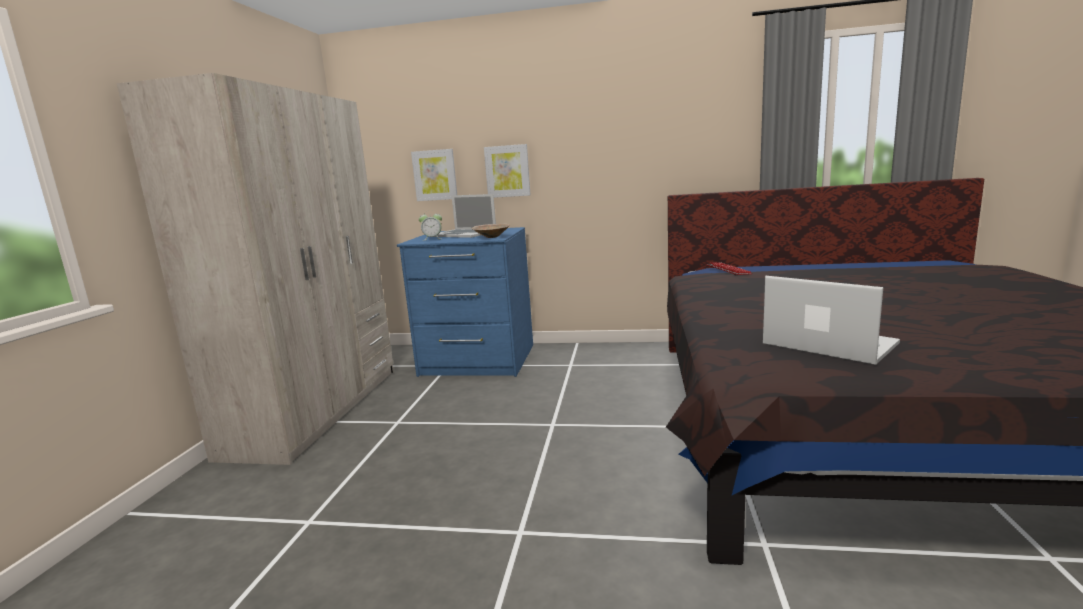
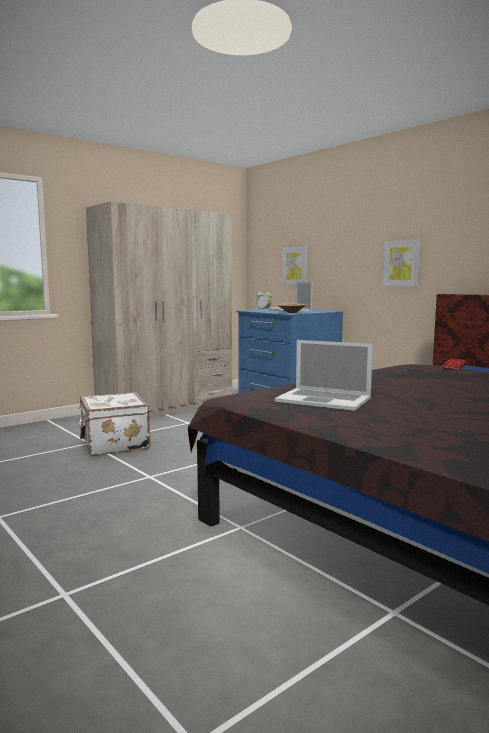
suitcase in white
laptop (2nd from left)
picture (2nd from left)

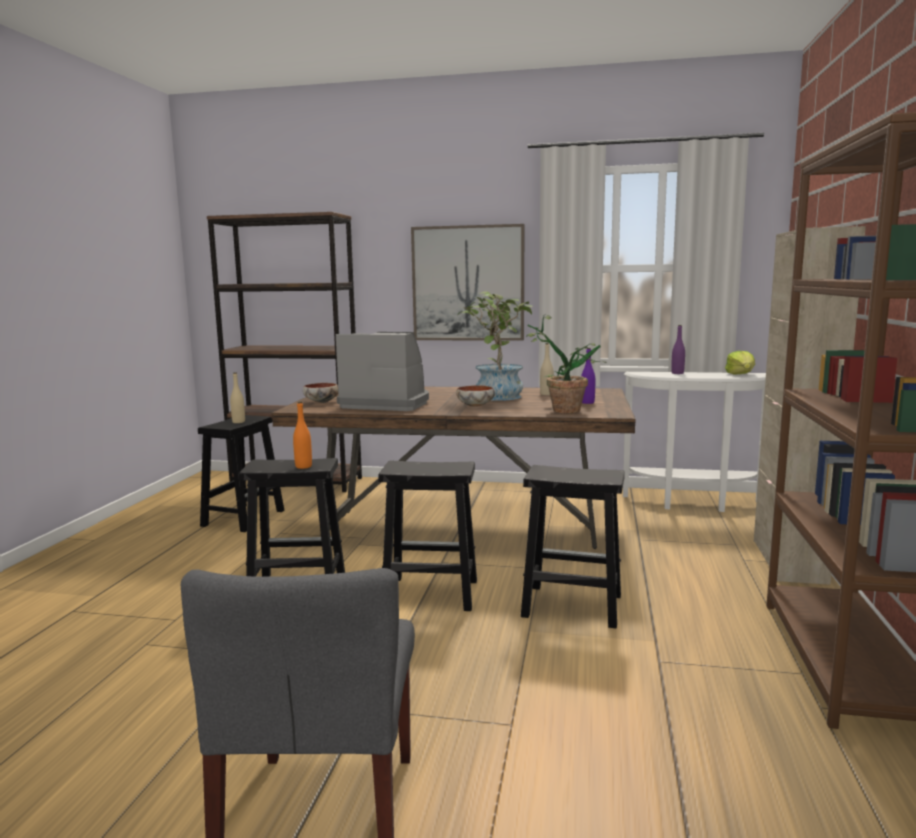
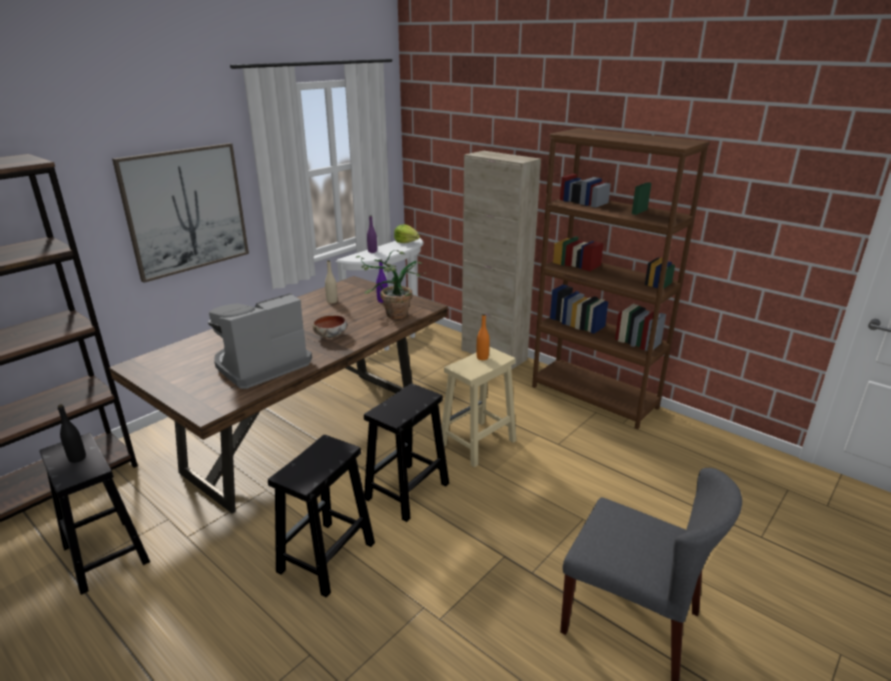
bottle in black
stool in beige
bottle in orange
bowl (1st from left in the first image)
potted plant (1st from left in the first image)

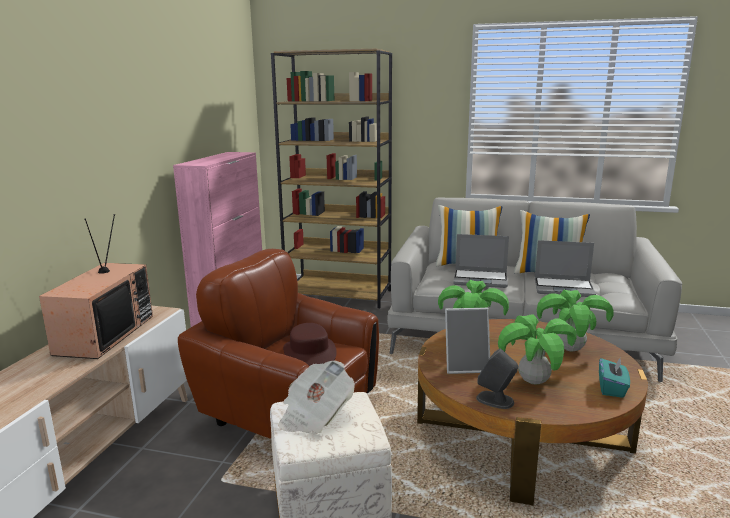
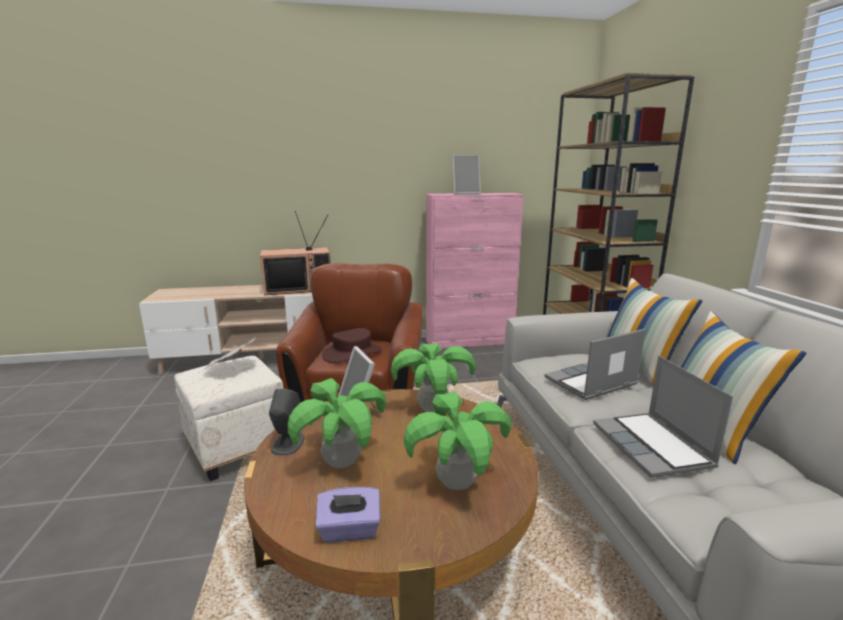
tissue box in purple
picture frame (2nd from left)
laptop (1st from left)

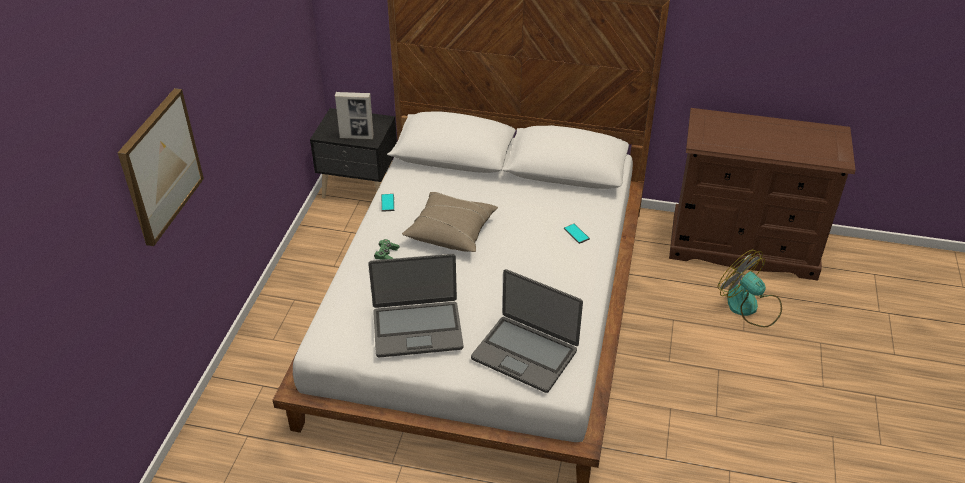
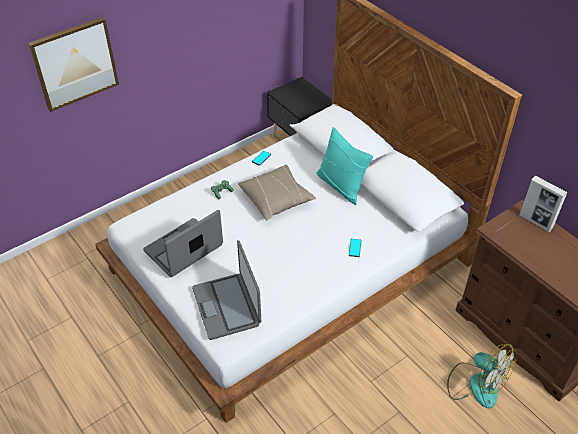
laptop (1st from left)
pillow in turquoise
fan
picture frame

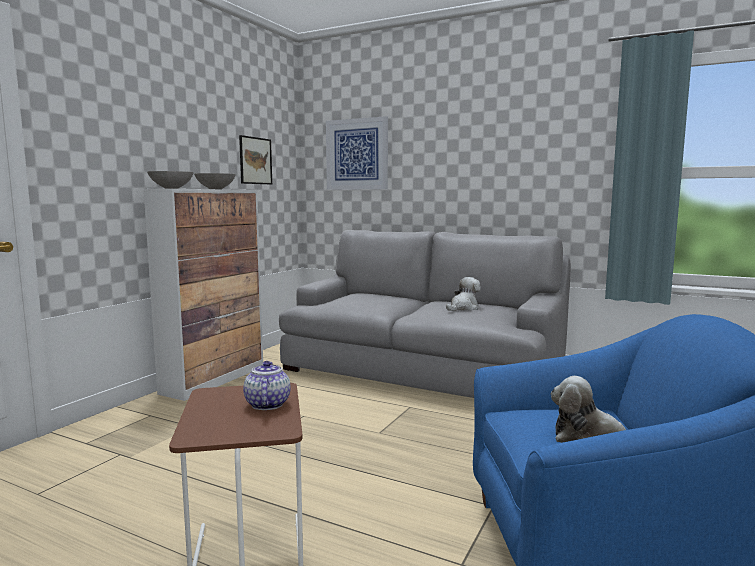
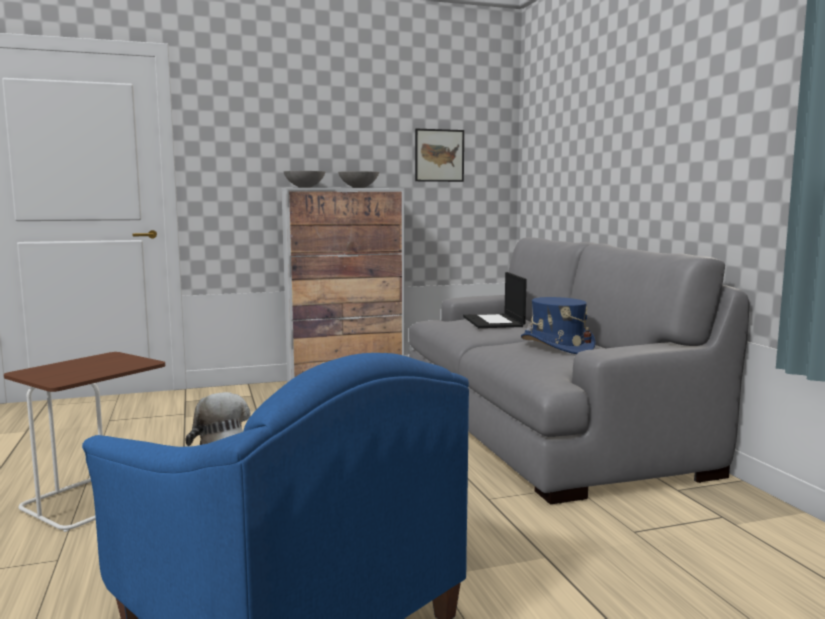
laptop
hat in blue
teapot
picture (2nd from left in the first image)

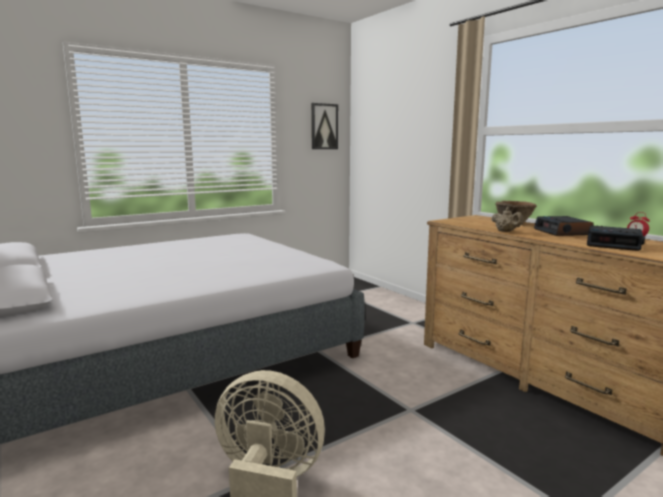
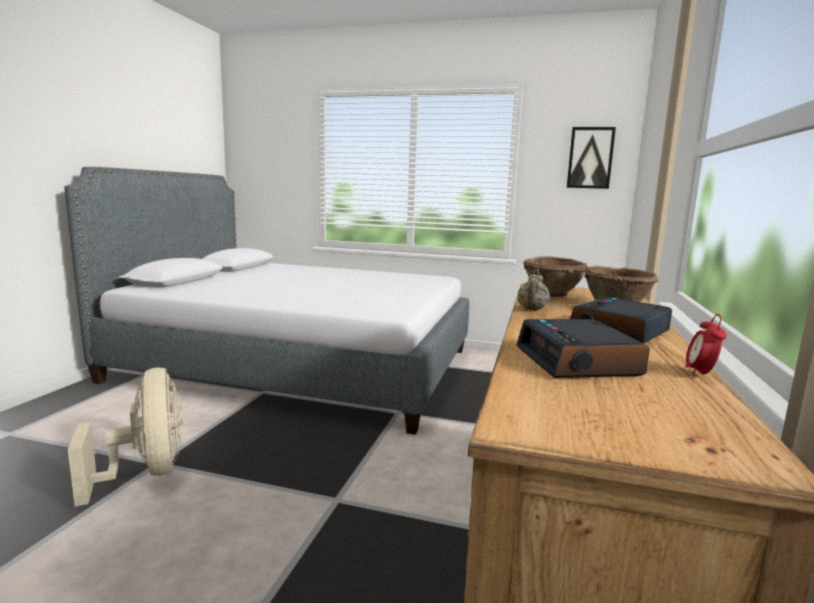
bowl in brown (1st from left)

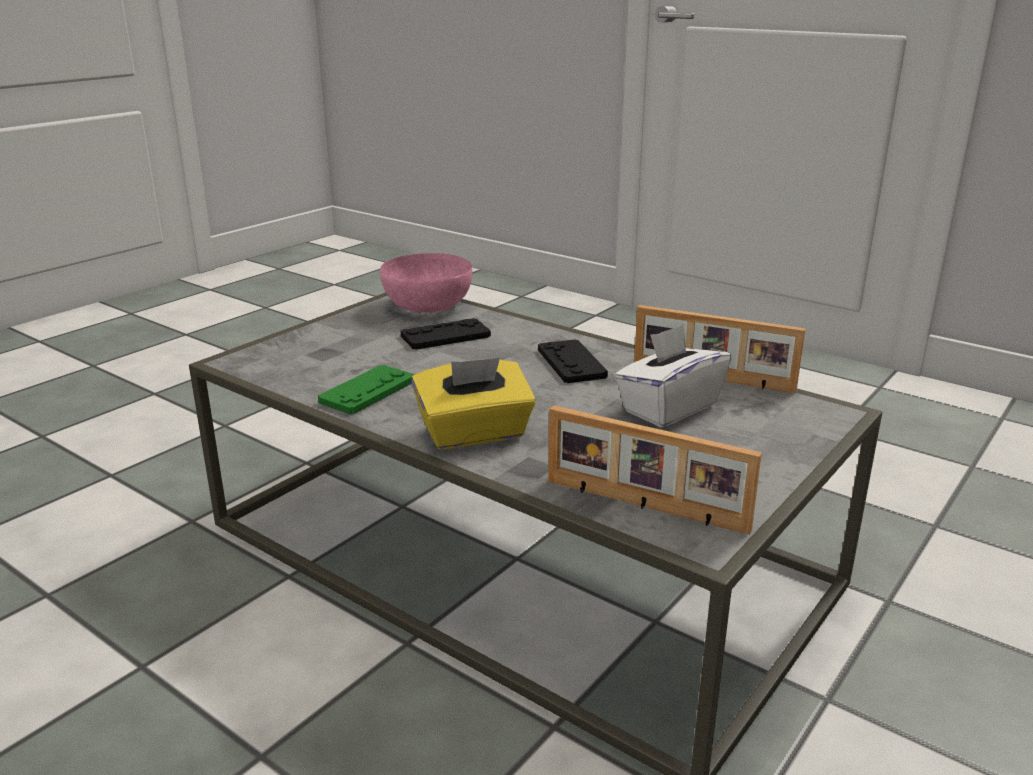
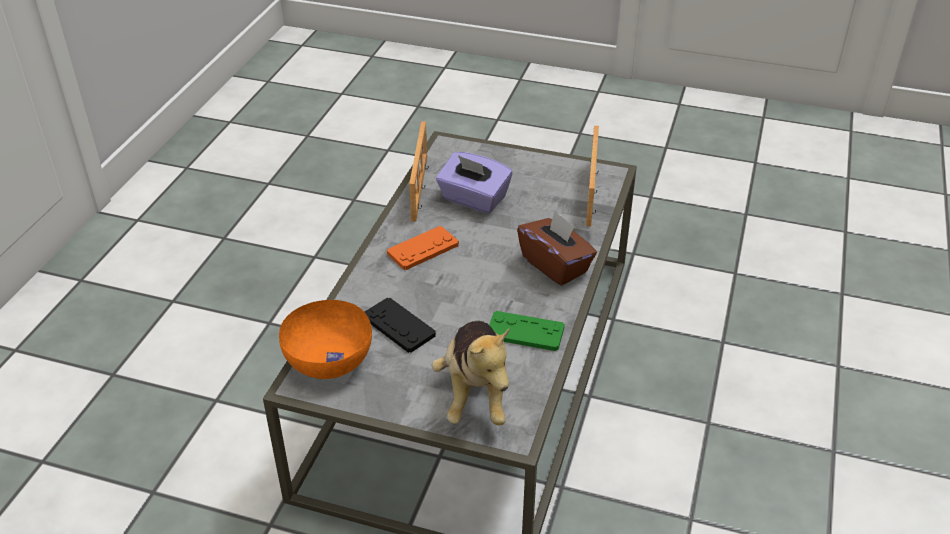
bowl in orange
game controller in orange
plush toy
tissue box in purple
tissue box in brown

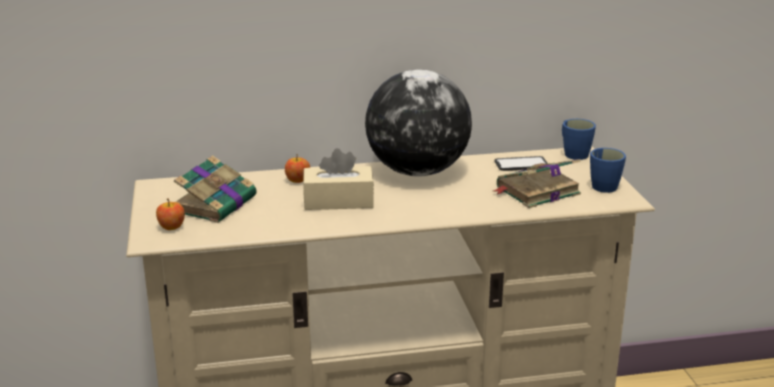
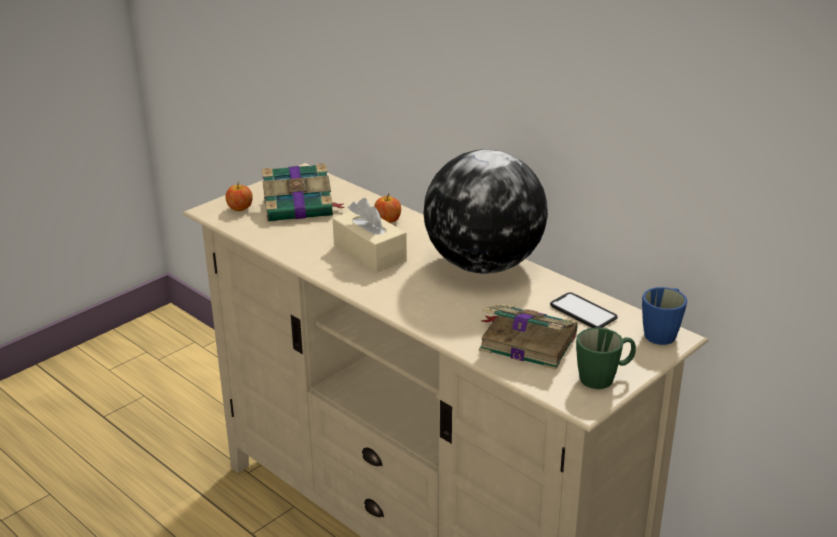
mug in green

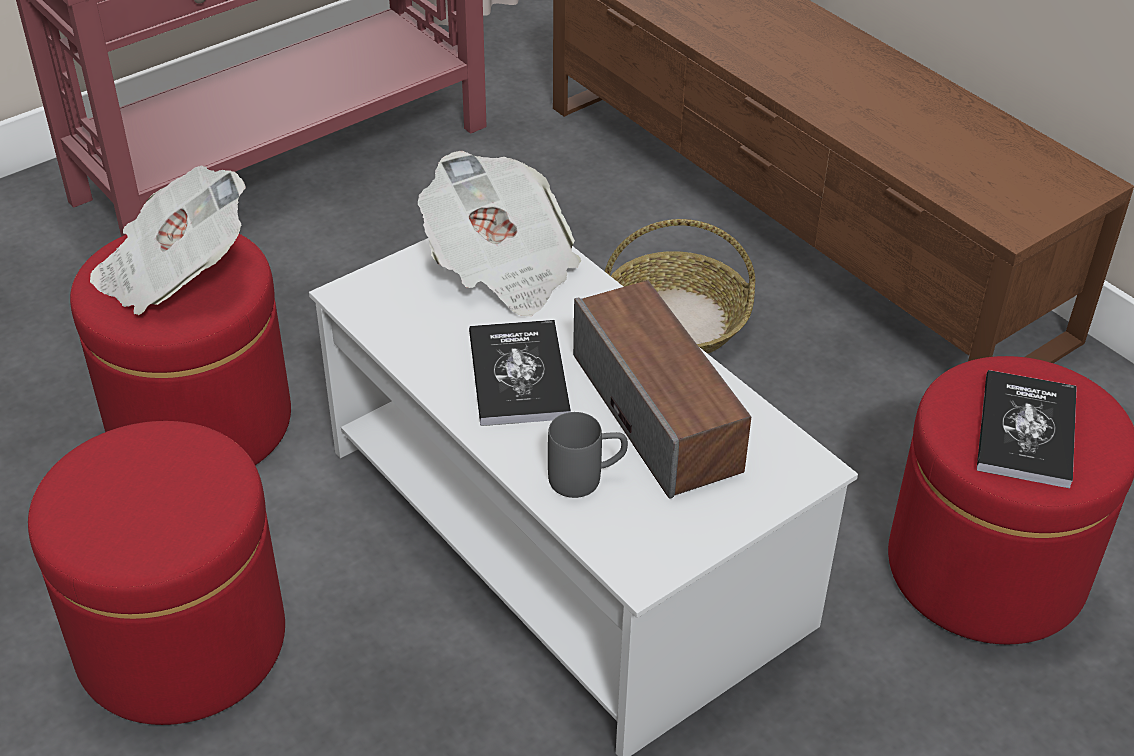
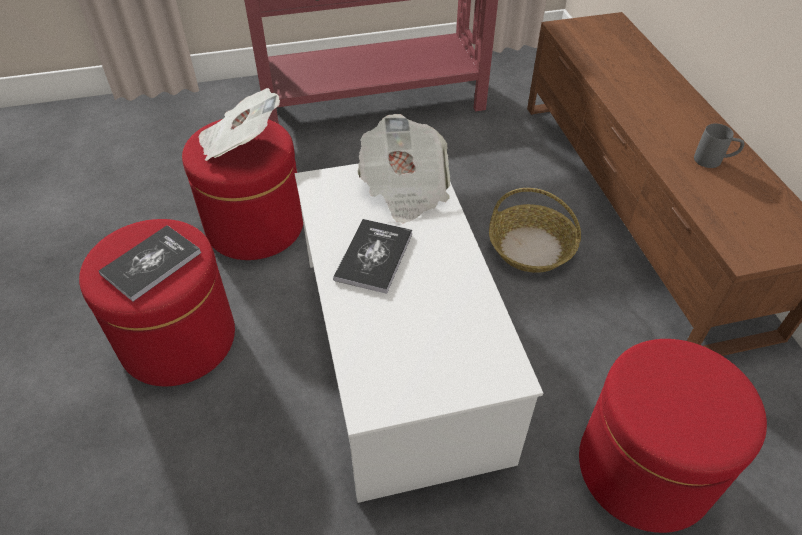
book (1st from left)
mug in grey
speaker

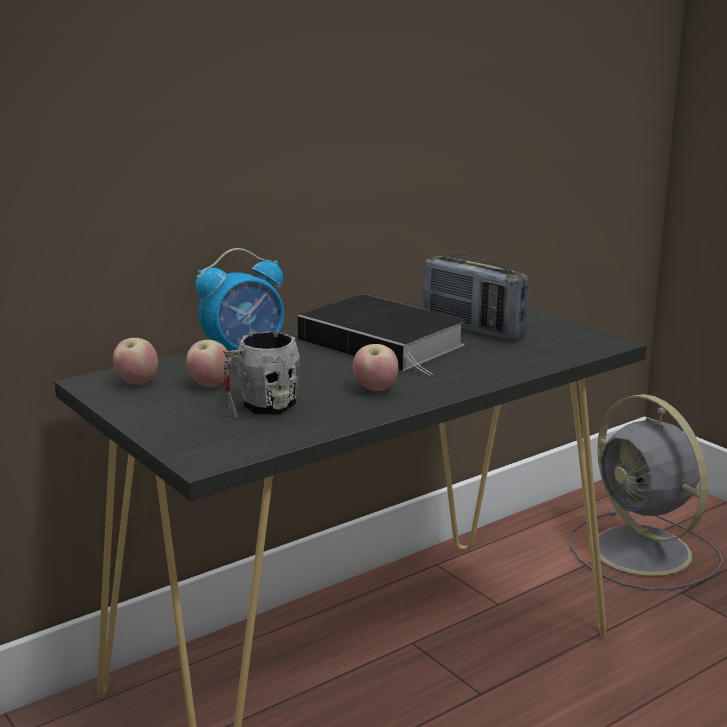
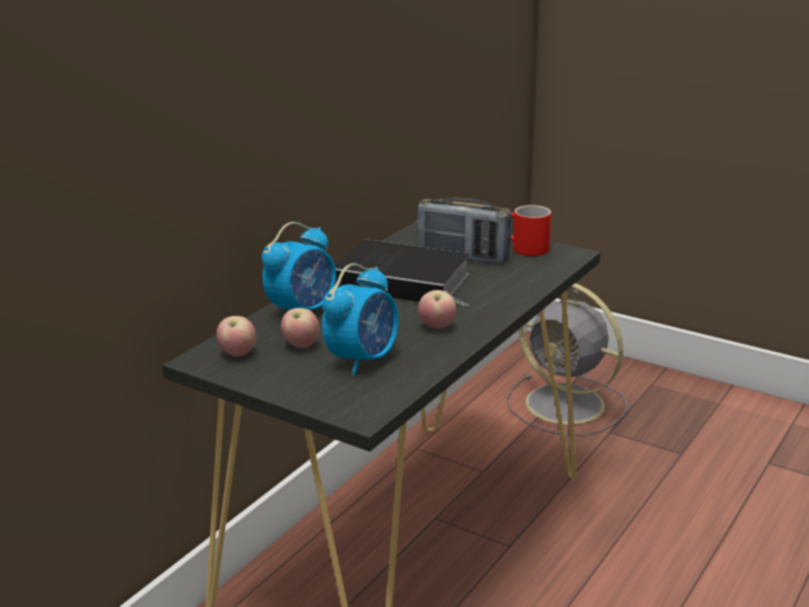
alarm clock (2nd from left)
mug in red

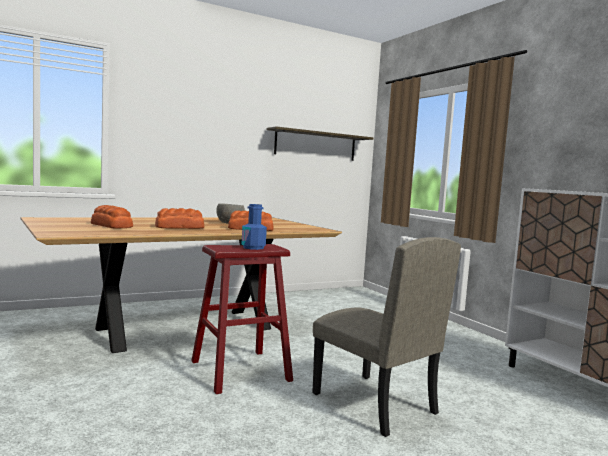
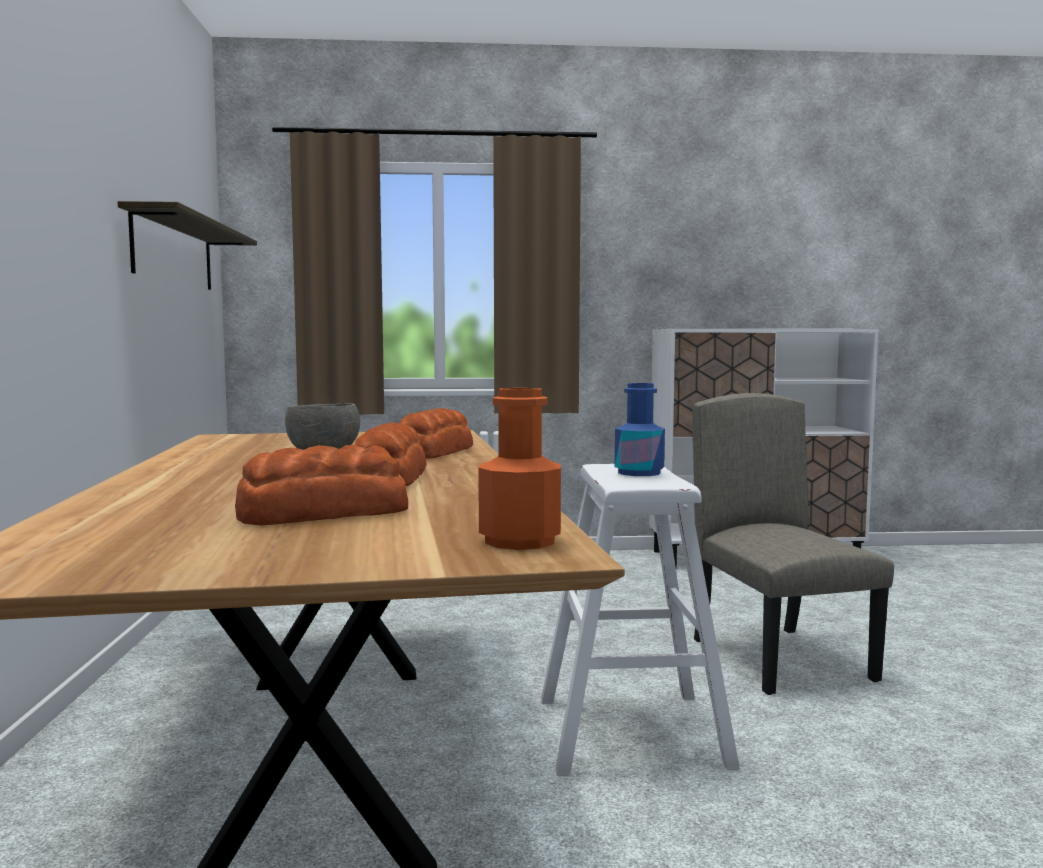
bottle in orange
stool in white
chair in beige

